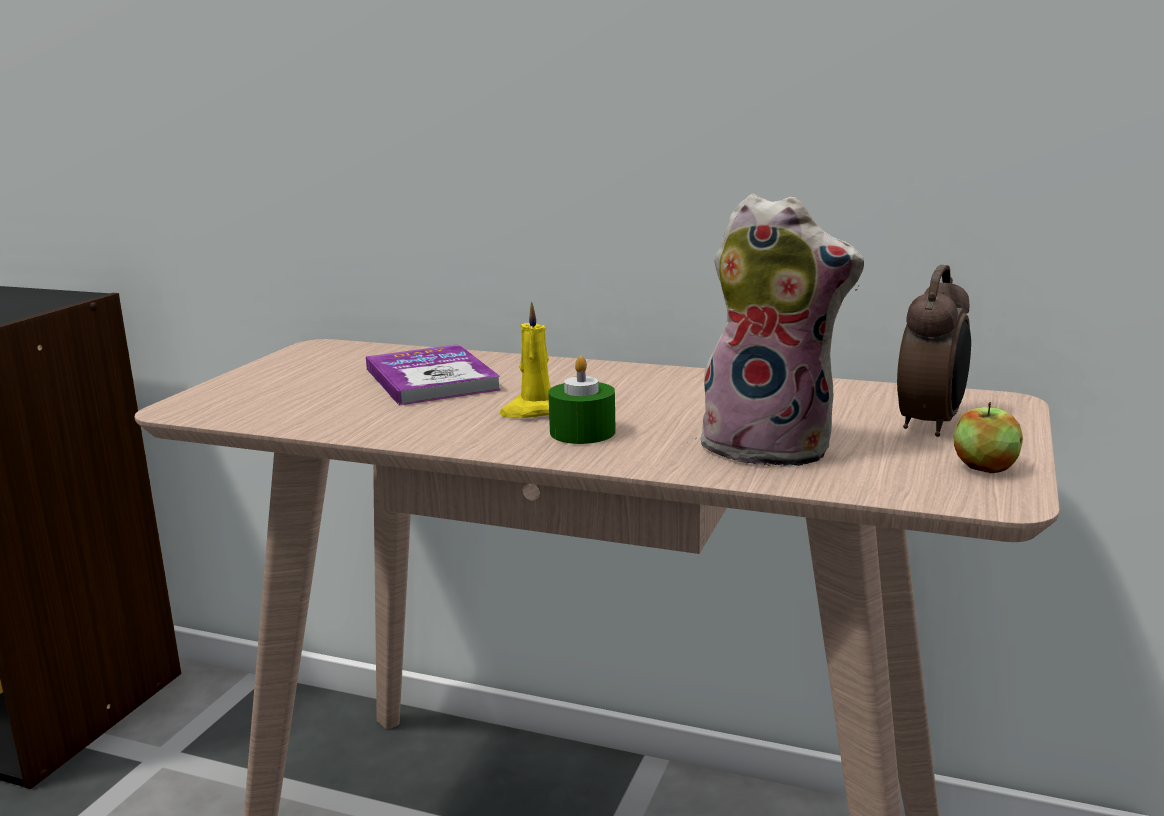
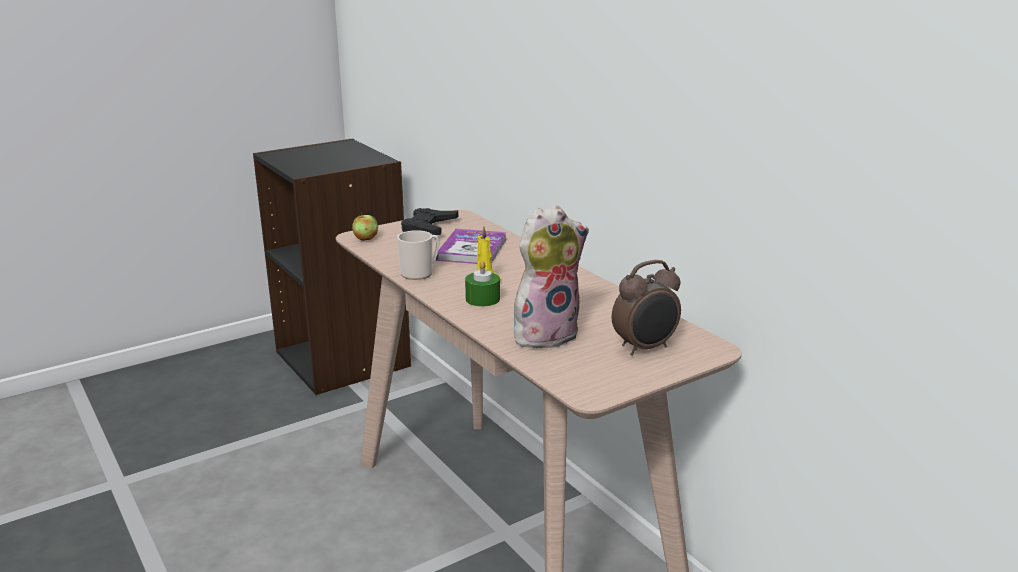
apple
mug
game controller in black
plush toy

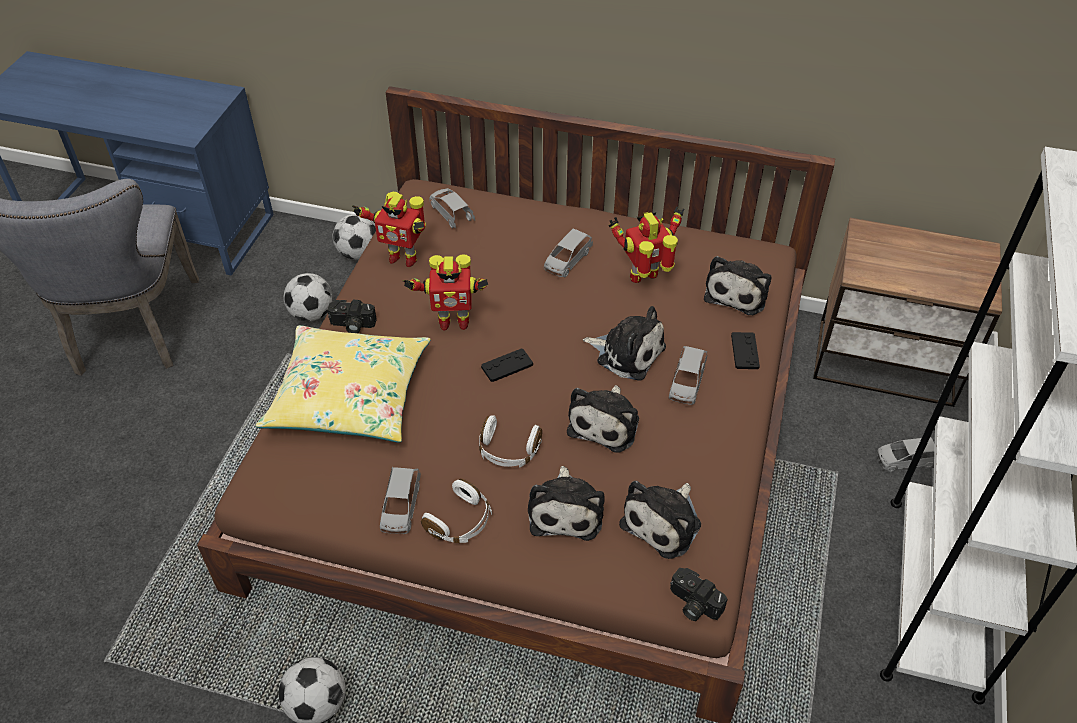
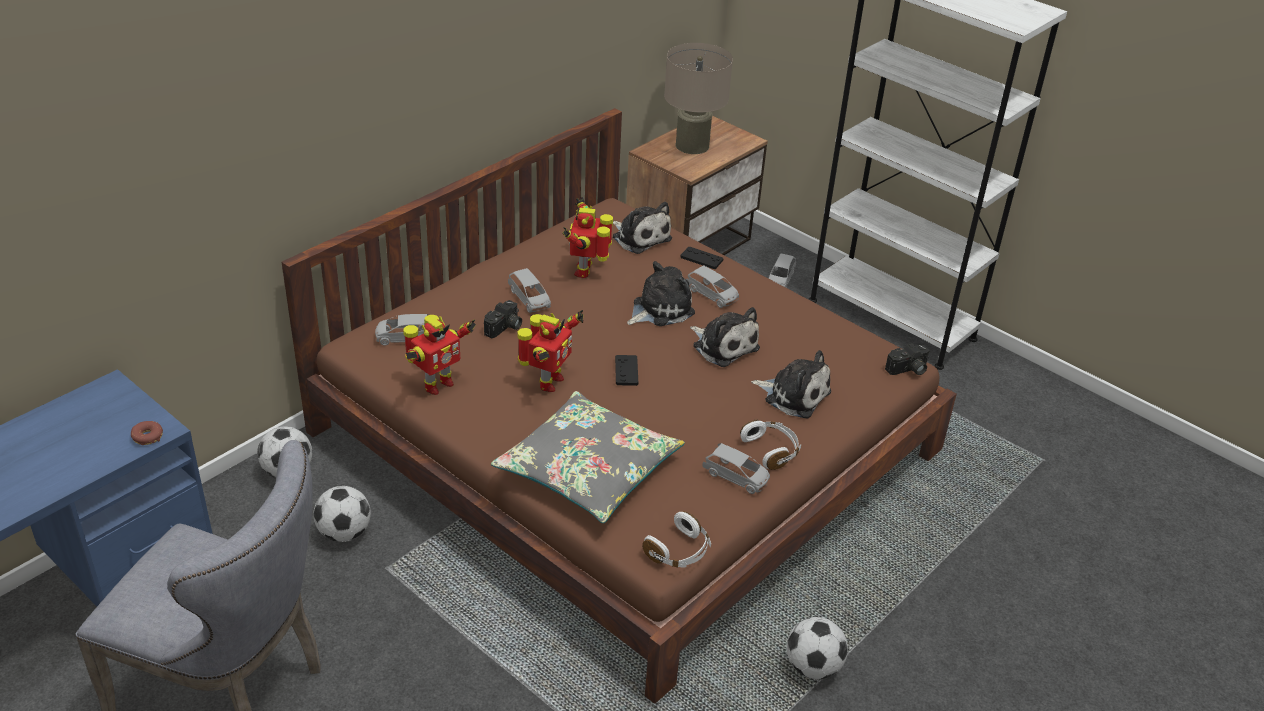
donut
photo camera (1st from left)
pillow in grey
headphones in white (1st from left)
table lamp in beige
plush toy (4th from left in the first image)

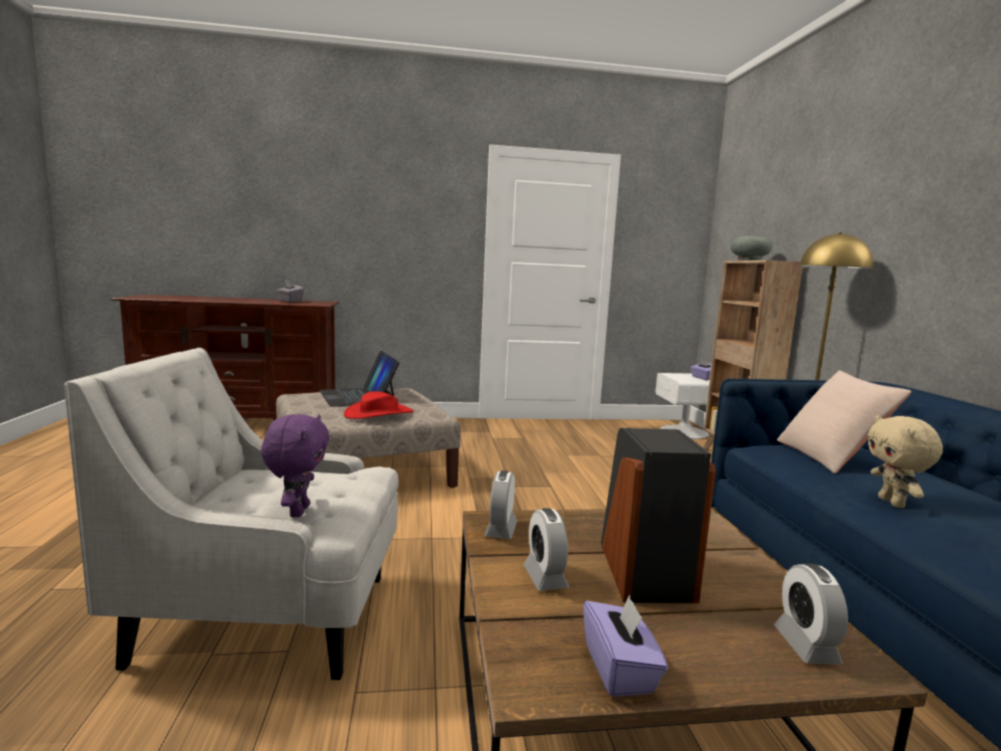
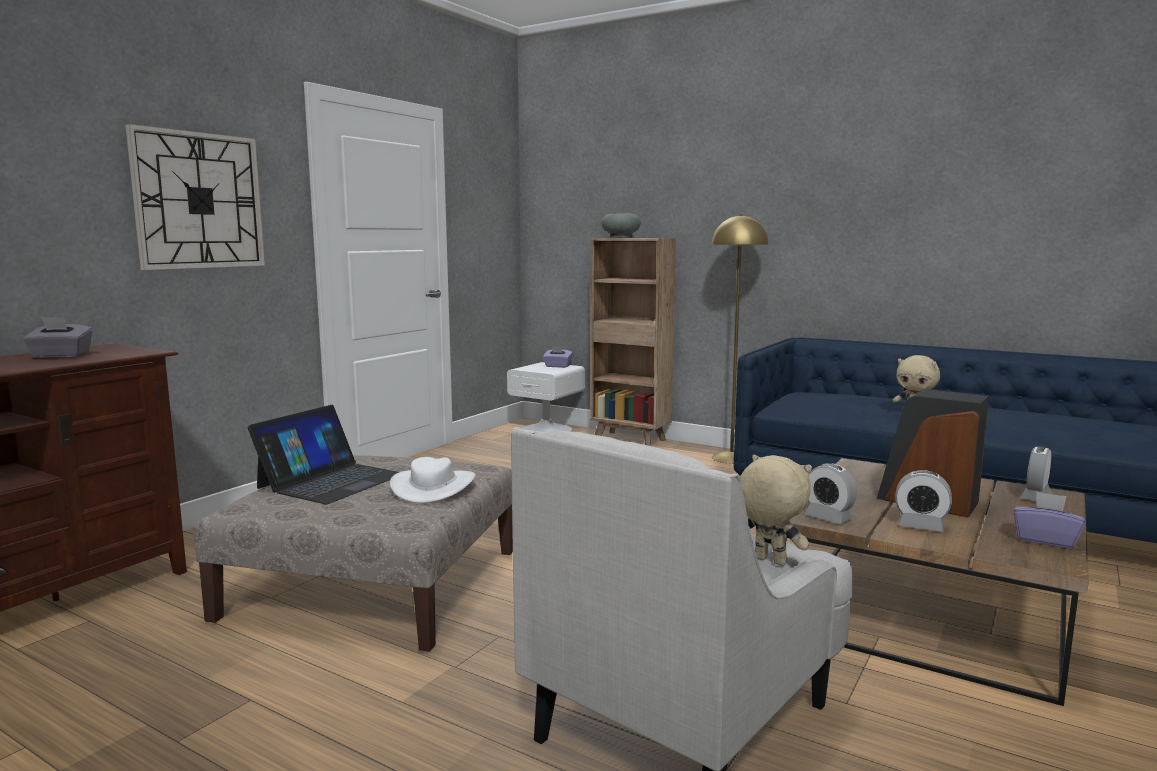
wall clock
laptop
hat in white
plush toy in beige (1st from left)
alarm clock (3rd from left)
pillow in beige

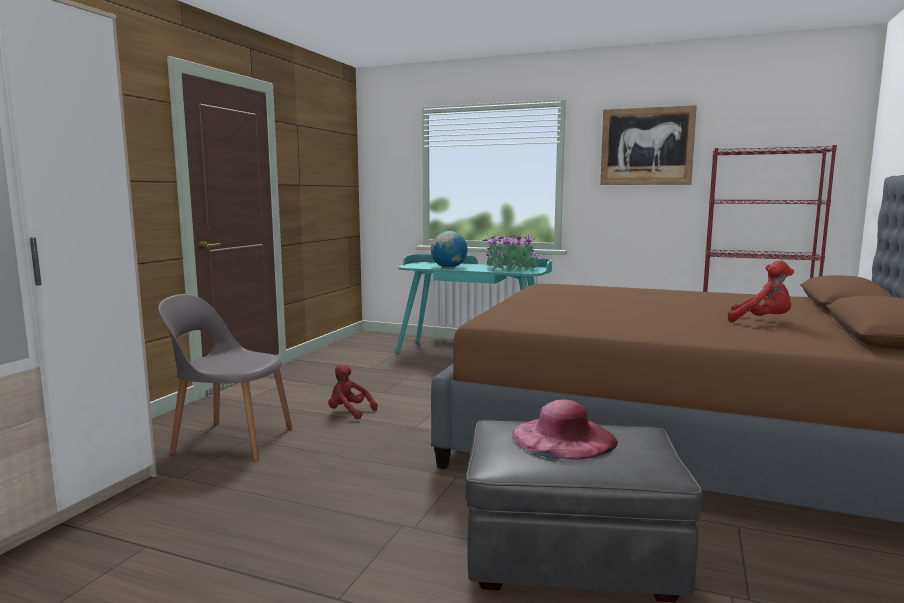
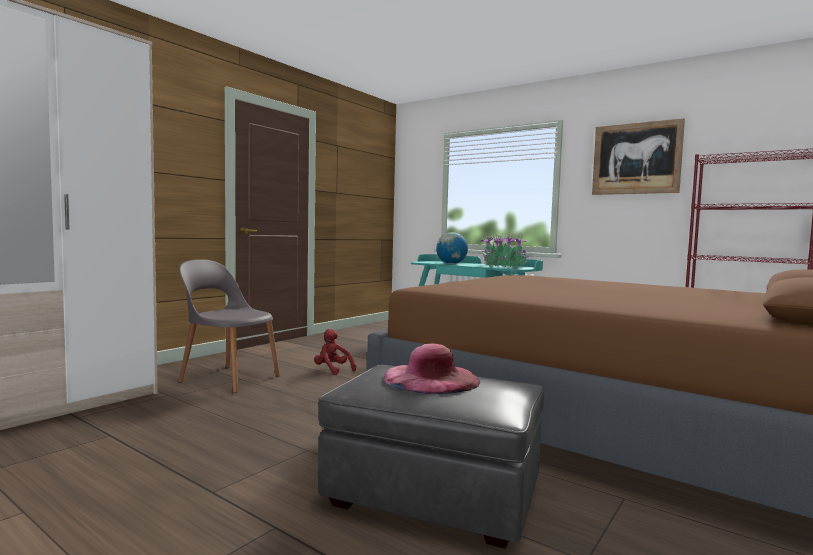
plush toy in red (2nd from left in the first image)

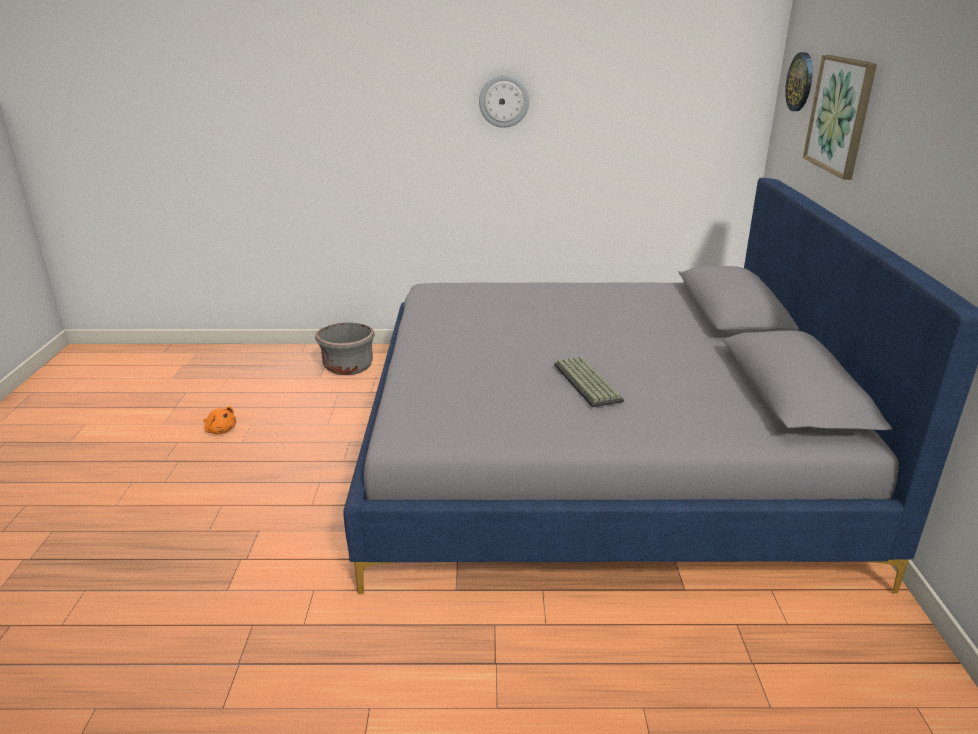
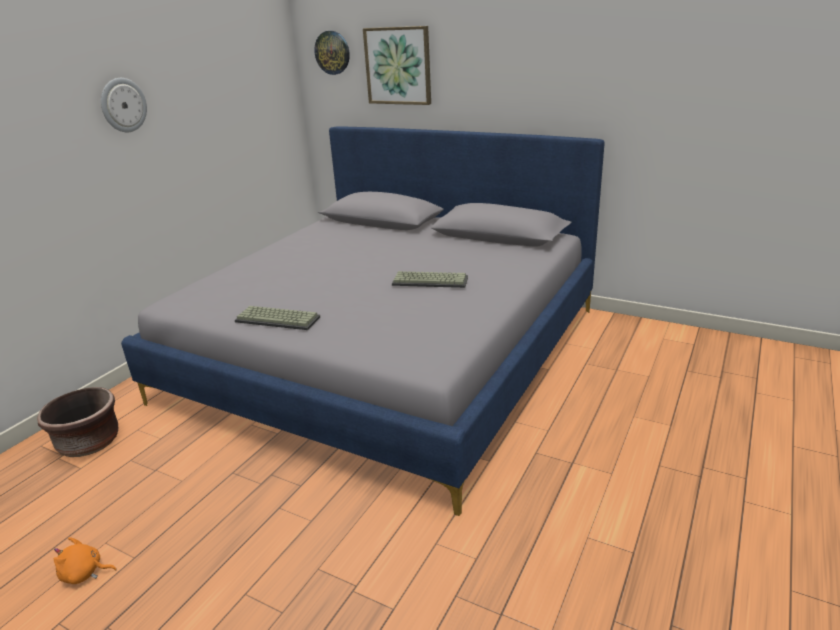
planter in brown
plush toy in orange
keyboard (1st from left)

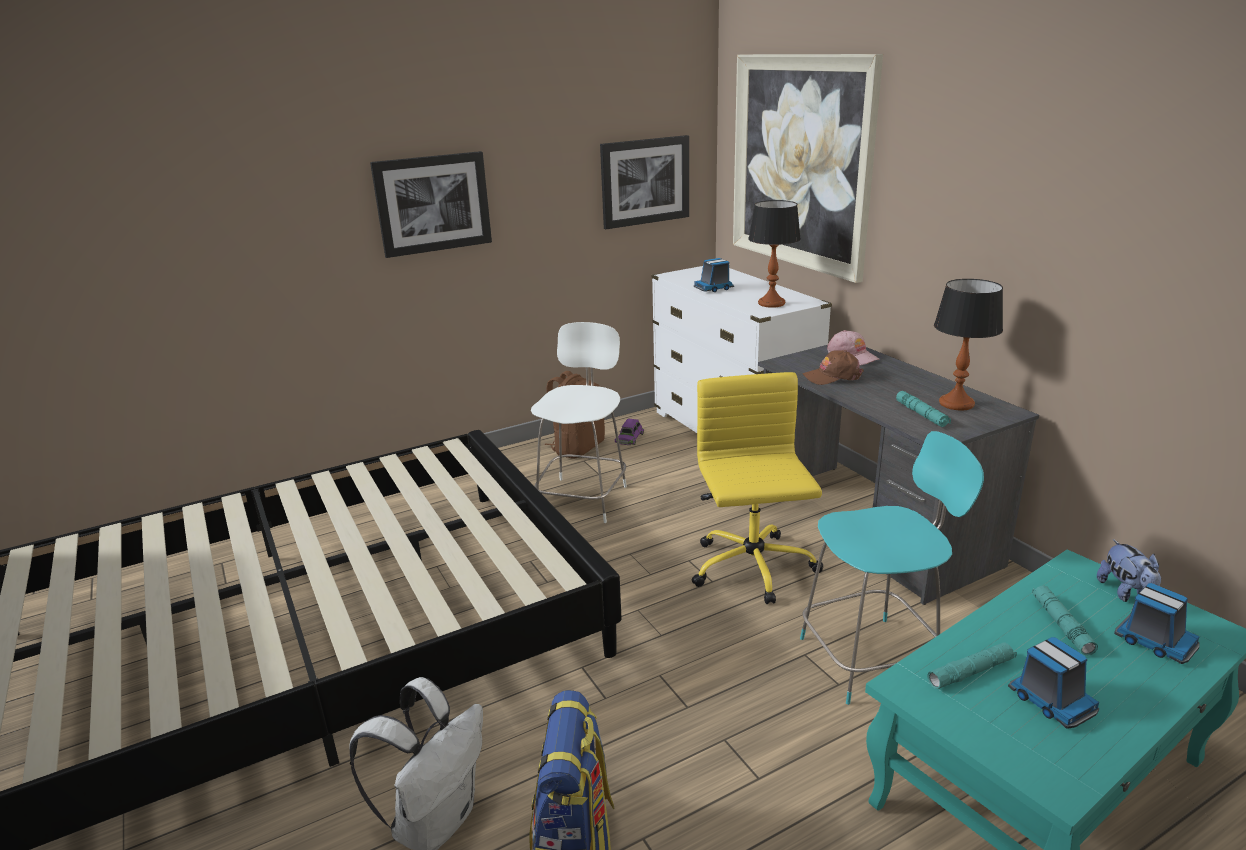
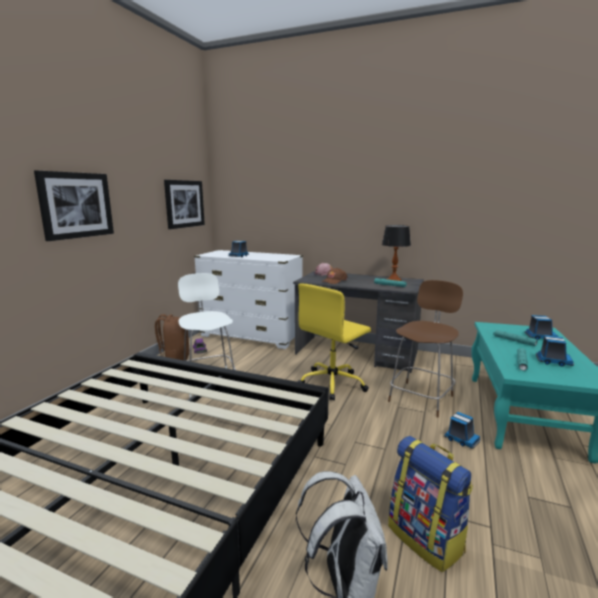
office chair in yellow
chair in brown
toy truck (2nd from left)
picture (3rd from left in the first image)
table lamp (1st from left in the first image)
plush toy

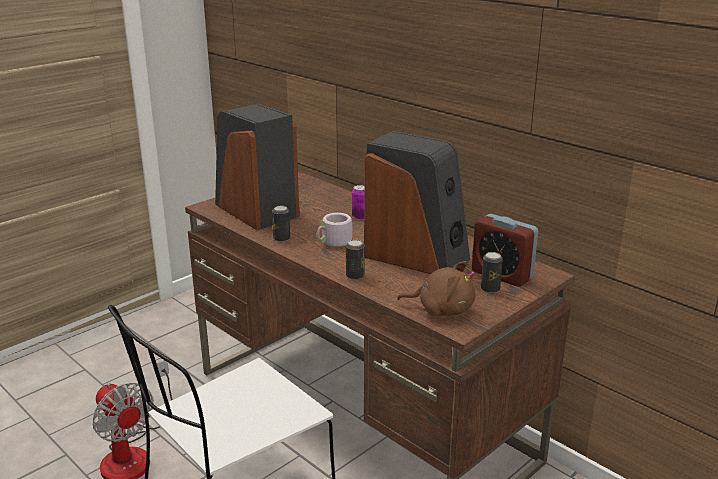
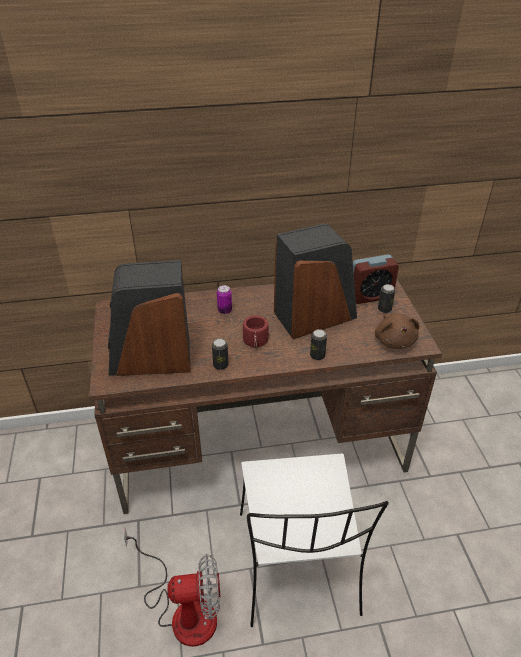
mug in red
plush toy in brown

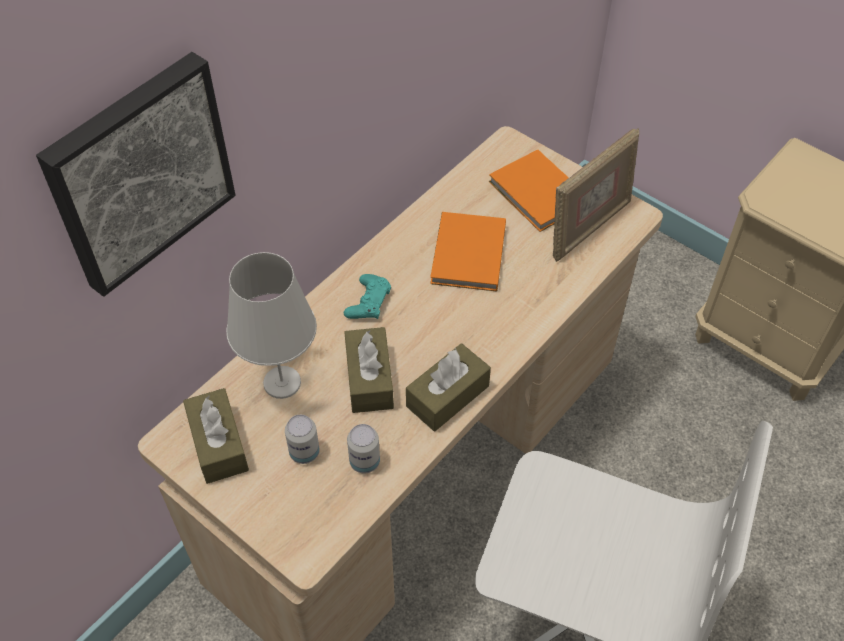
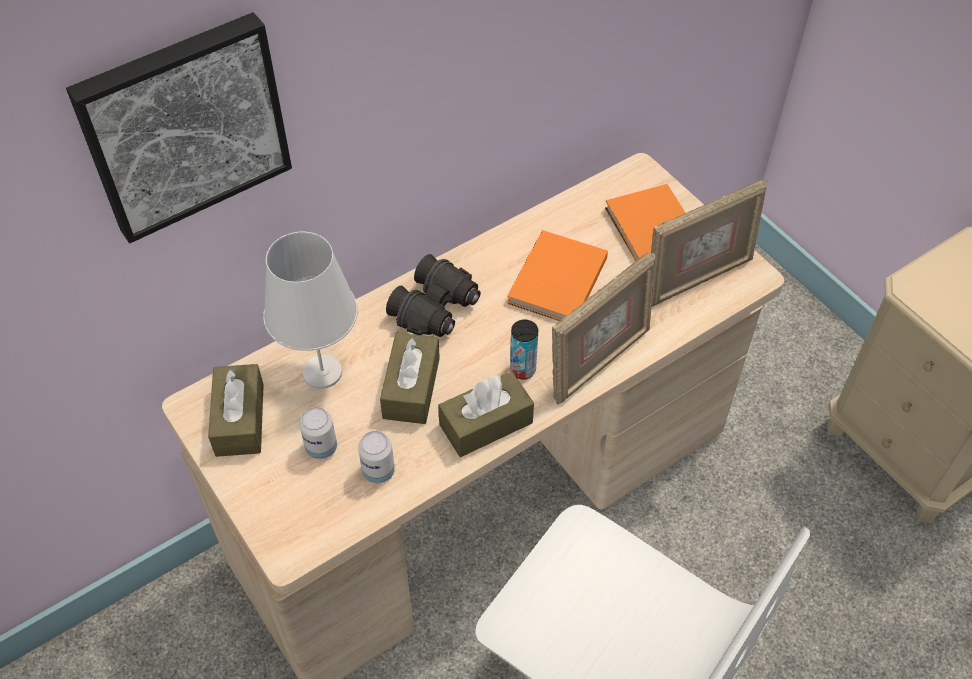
binoculars in black
can (3rd from left)
picture frame (1st from left)

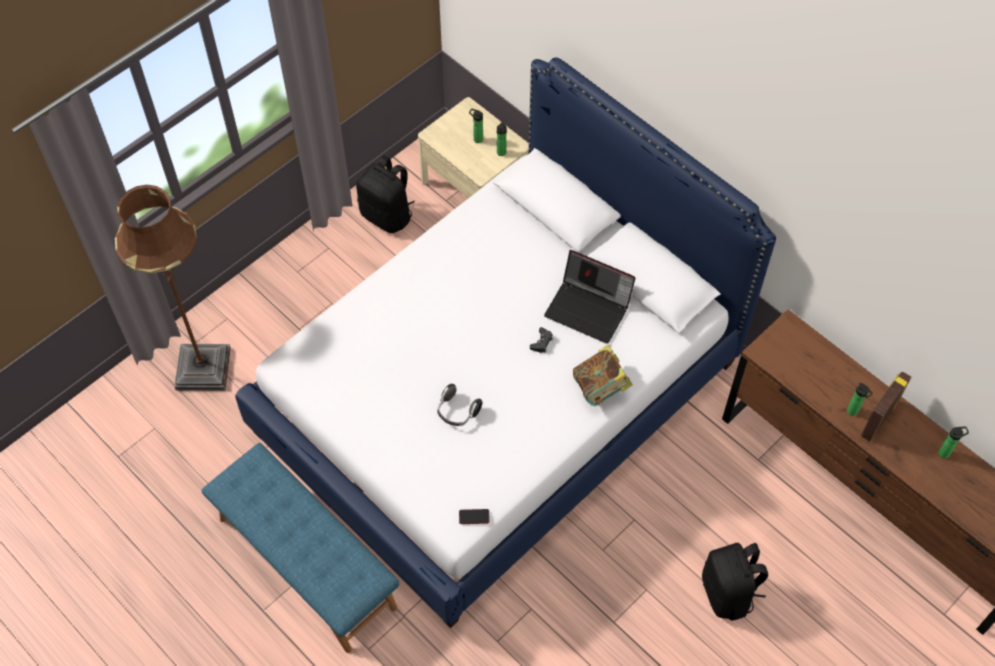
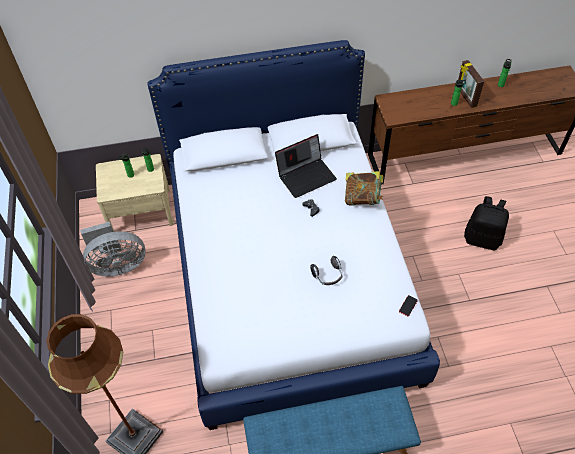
fan in grey

